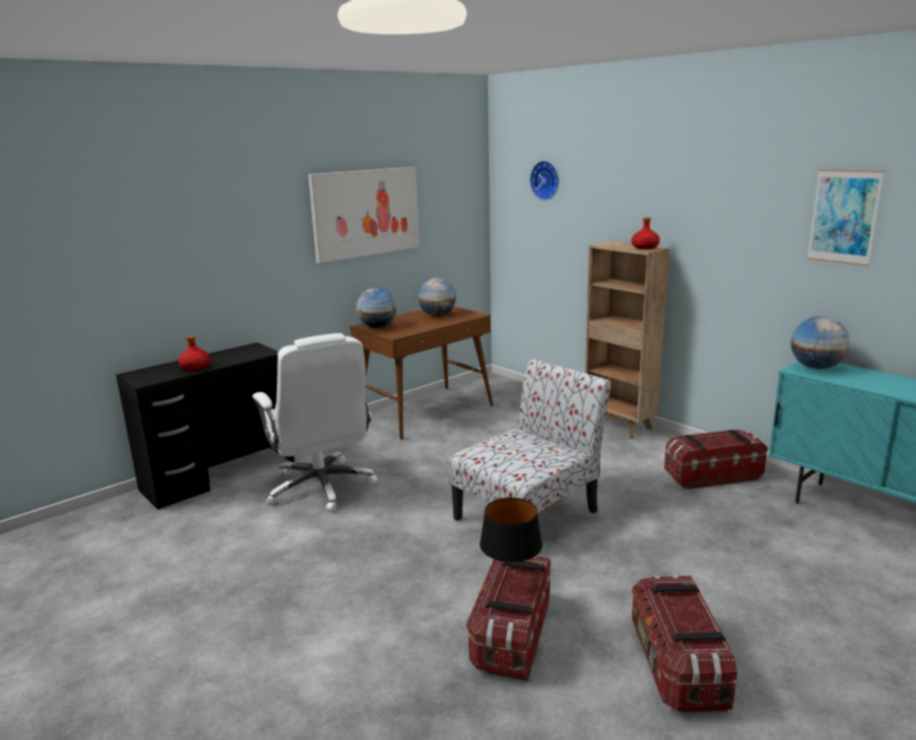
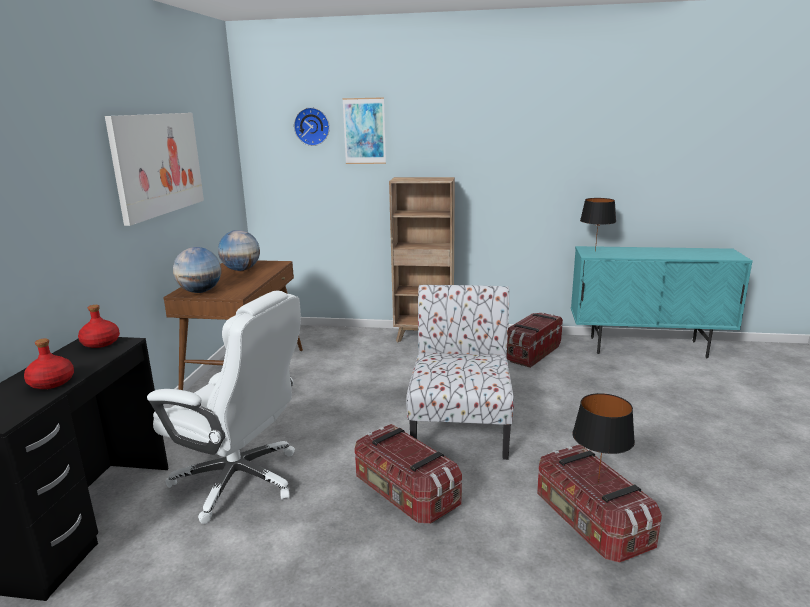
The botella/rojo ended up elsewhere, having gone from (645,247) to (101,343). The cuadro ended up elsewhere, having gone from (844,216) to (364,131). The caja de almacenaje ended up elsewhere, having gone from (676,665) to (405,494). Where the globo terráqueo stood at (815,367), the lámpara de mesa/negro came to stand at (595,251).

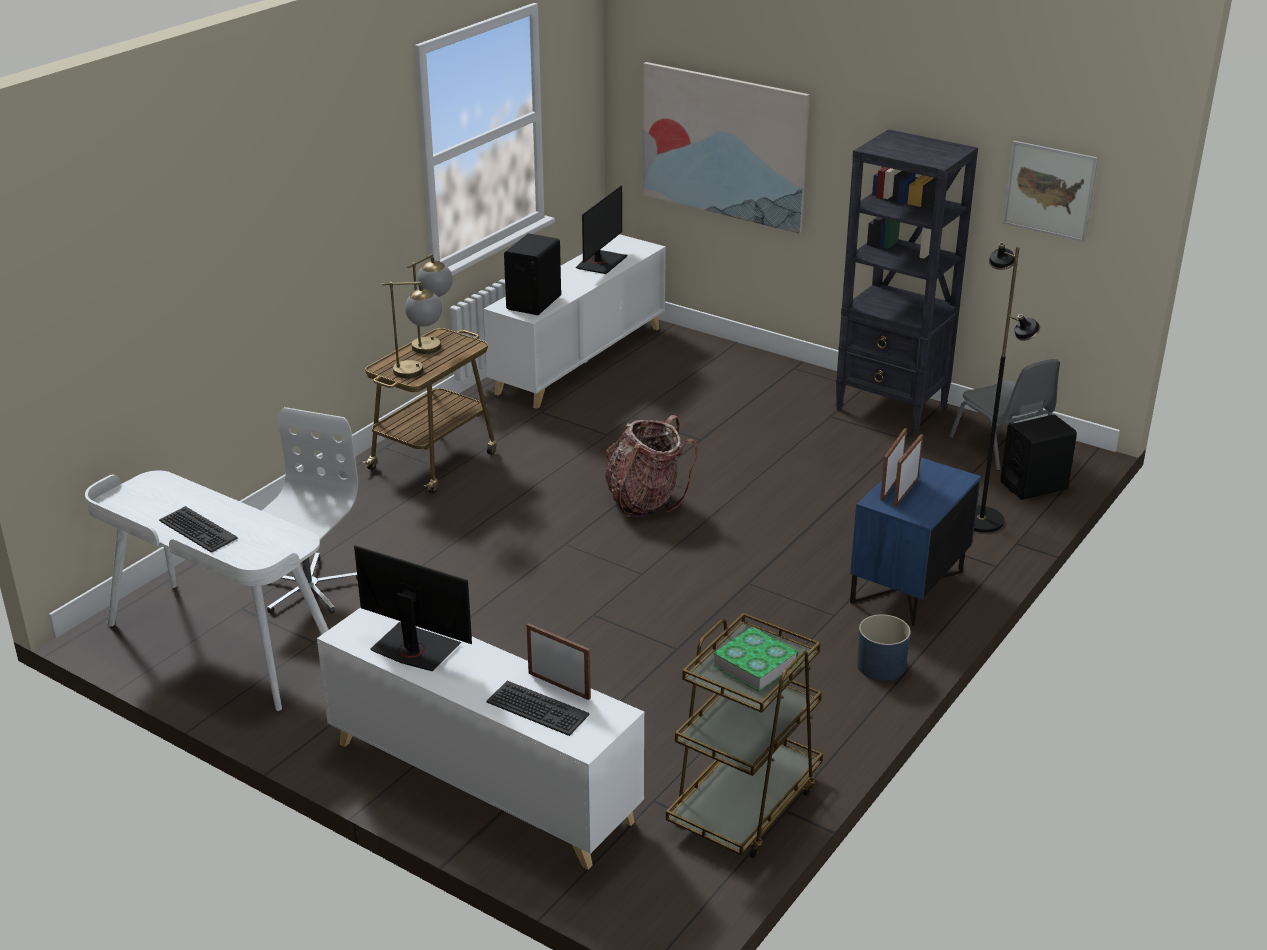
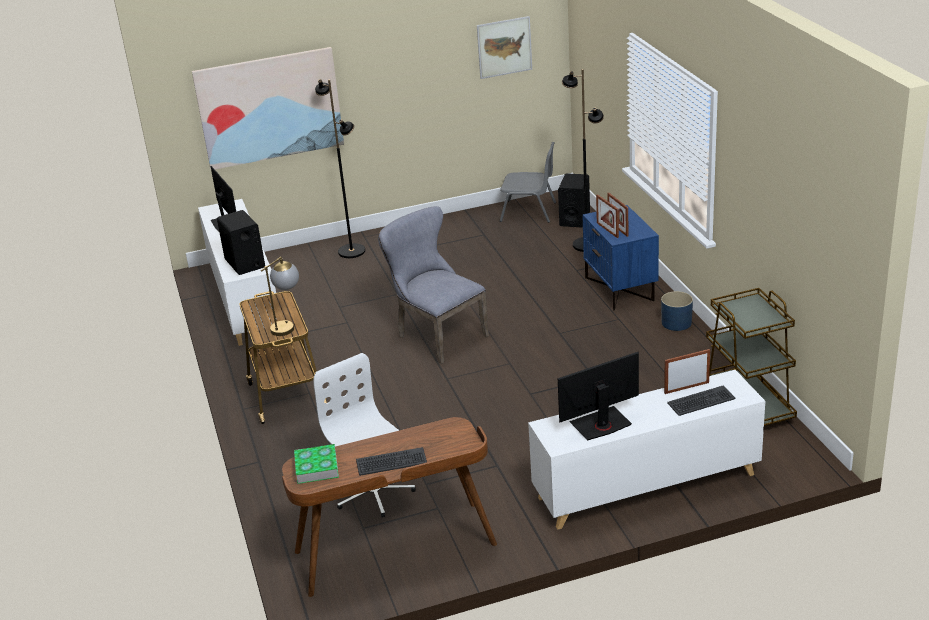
What was the escritorio/blanco at (221,645) turned into the escritorio/marrón at (395,549). The libro ended up elsewhere, having gone from (755,664) to (316,467). The second view gained the lámpara de pie/negro at (352,251). Where the mochila stood at (645,500), the silla/gris came to stand at (436,335). The second view lost the lámpara de mesa at (433,343). The second view lost the estantería/negro at (892,408).

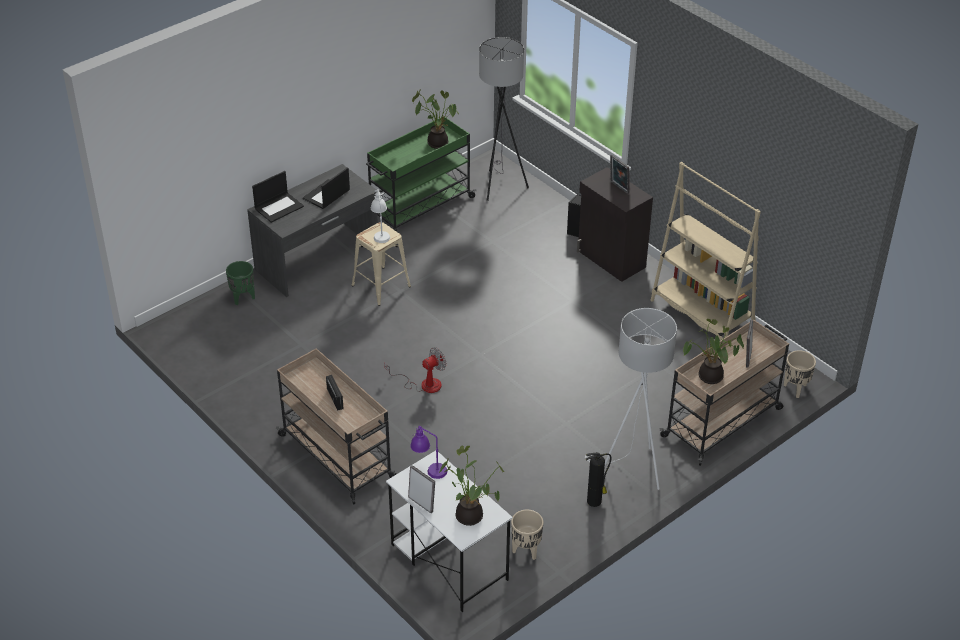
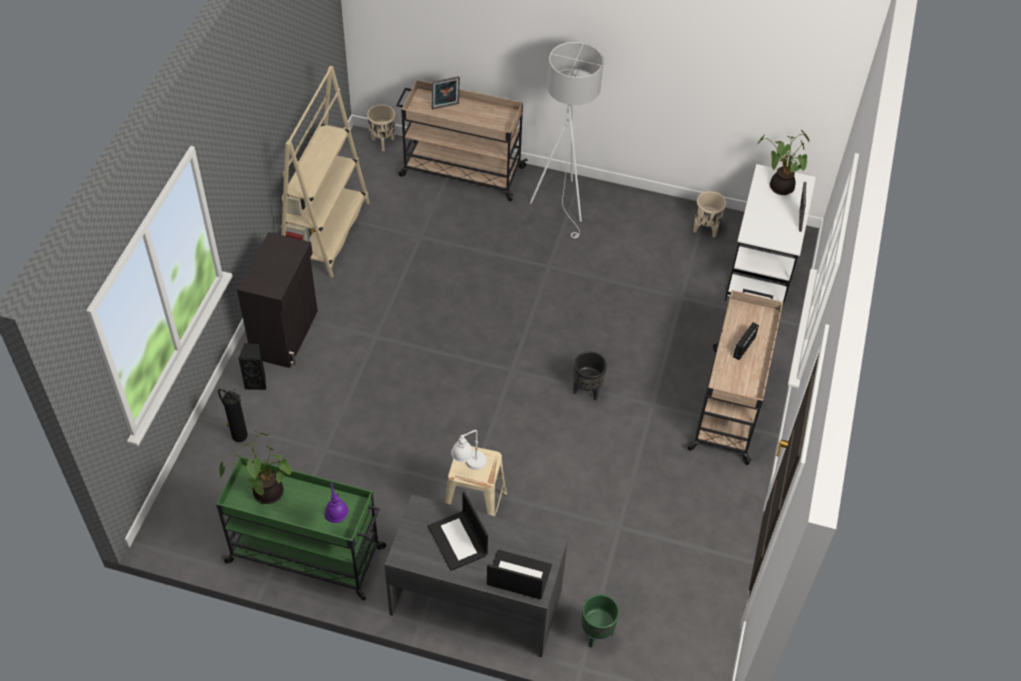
The extintor ended up elsewhere, having gone from (595,501) to (239,435). The lámpara de mesa/morado ended up elsewhere, having gone from (428,469) to (338,521). The portátil at (326,195) ended up facing another way, 60 degrees clockwise from before. Where the ventilador stood at (423,384), the maceta/negro came to stand at (587,391). The second view lost the lámpara de pie/gris at (499,184). The second view lost the portarretratos at (618,188). The second view lost the planta en maceta at (709,378).

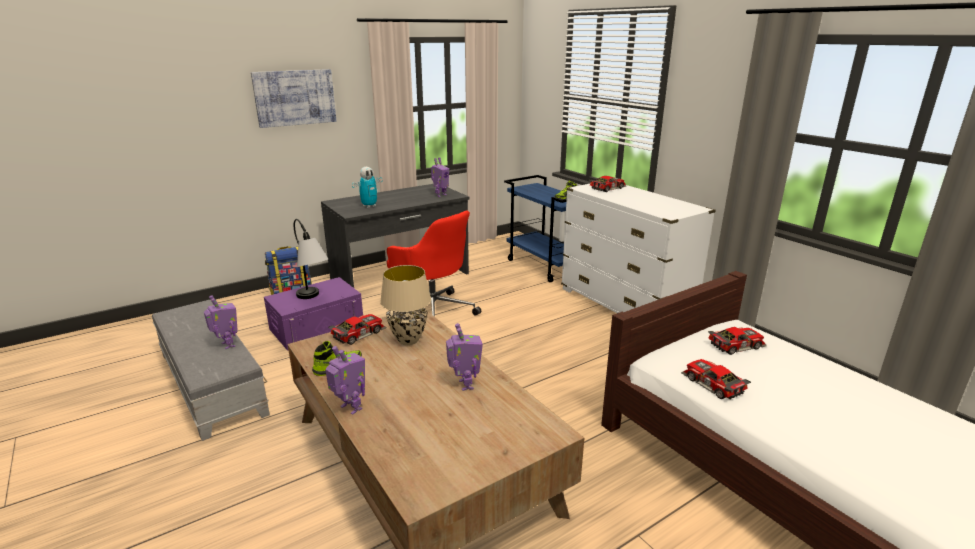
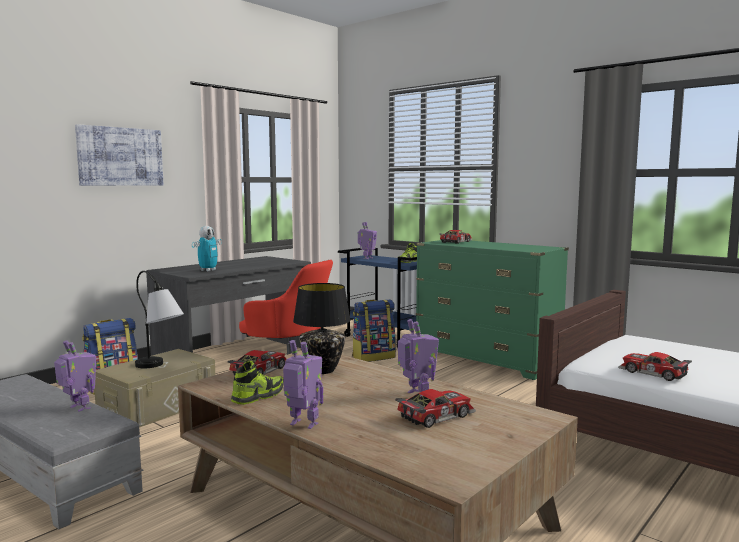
What was the caja de almacenaje/morado at (317,327) turned into the caja de almacenaje/beis at (158,406). What was the lámpara de mesa/beis at (408,340) turned into the lámpara de mesa/negro at (322,370). The second view gained the mochila at (373,357). The robot de juguete ended up elsewhere, having gone from (440,195) to (367,258). The coche de juguete ended up elsewhere, having gone from (734,344) to (434,415). What was the cómoda/blanco at (624,306) turned into the cómoda/verde at (486,360).

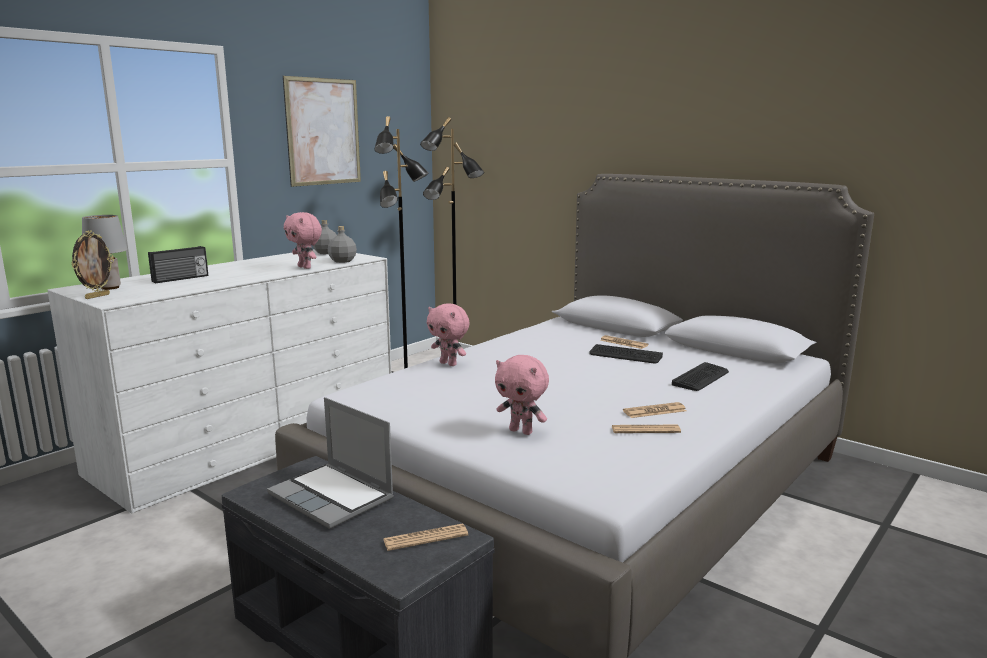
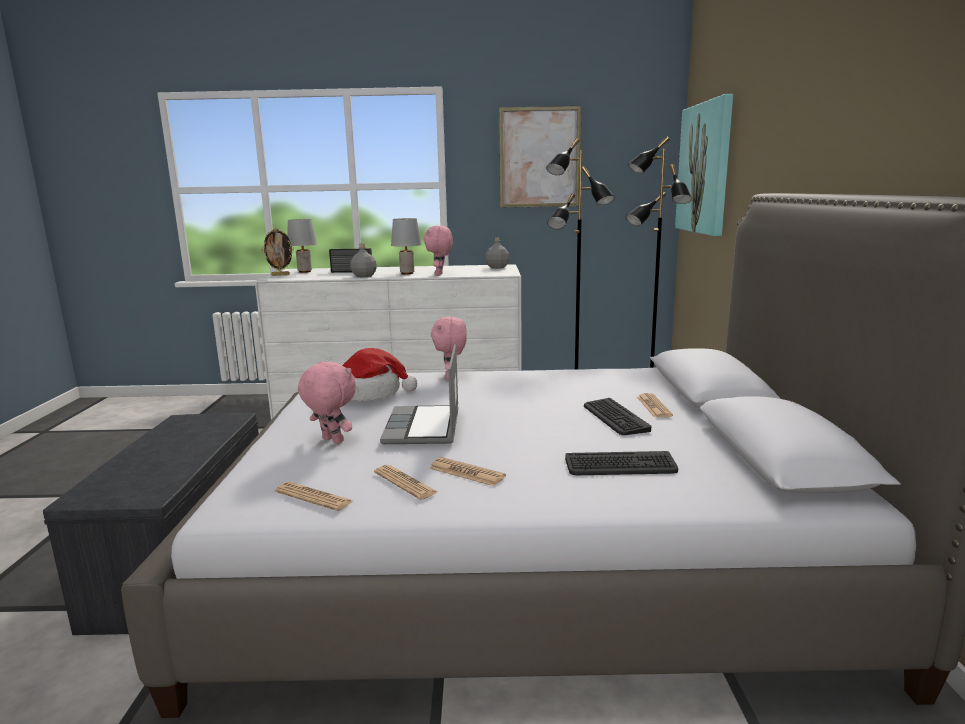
The periódico ended up elsewhere, having gone from (425,538) to (314,497). The peluche/rosa at (521,431) ended up facing another way, 135 degrees clockwise from before. The second view gained the sombrero at (368,393). The botella/gris ended up elsewhere, having gone from (342,261) to (364,276). The portátil ended up elsewhere, having gone from (333,497) to (424,427). The second view gained the lámpara de mesa/gris at (407,273). The second view gained the cuadro at (705,168).

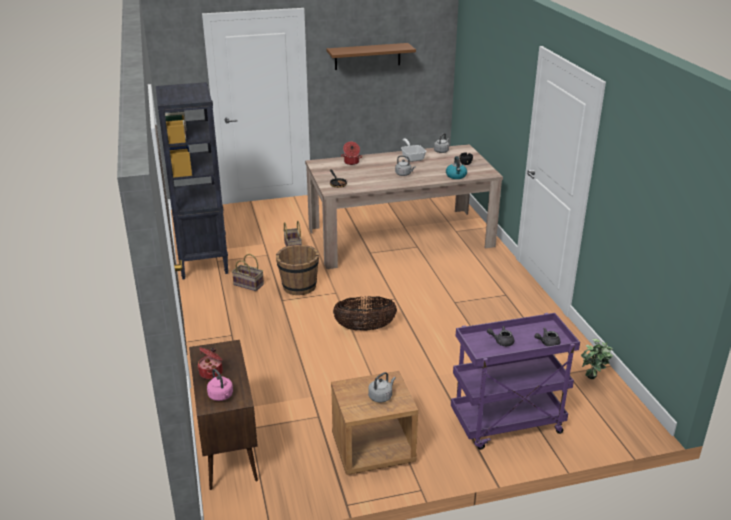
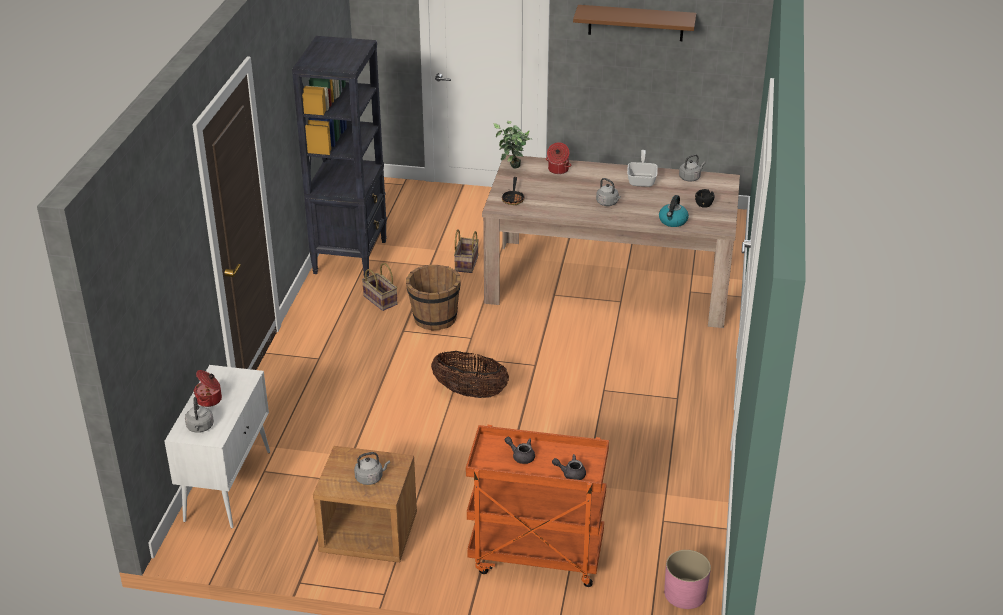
What was the armario/marrón at (228,448) turned into the armario/blanco at (228,485). What was the hervidor/rosa at (221,396) turned into the hervidor/gris at (200,428). What was the carrito/morado at (506,425) turned into the carrito/naranja at (535,557). The planta en maceta ended up elsewhere, having gone from (592,381) to (512,169). The second view gained the maceta/rosa at (685,594).

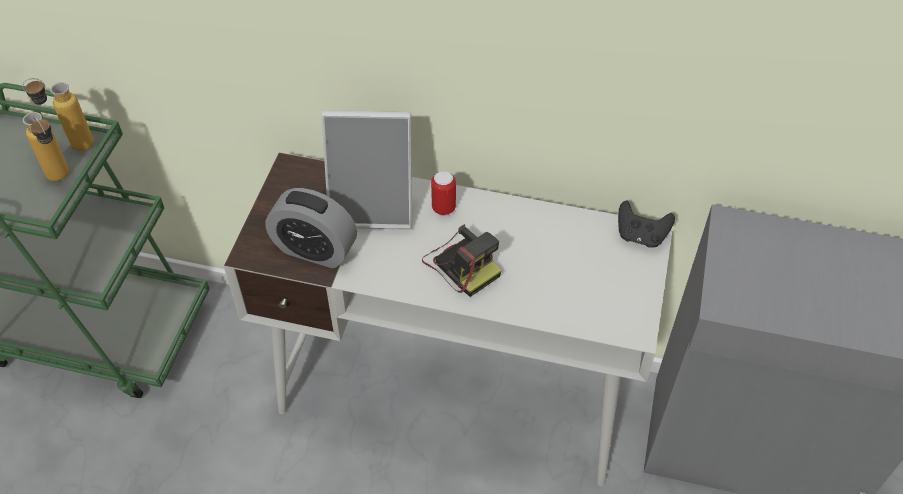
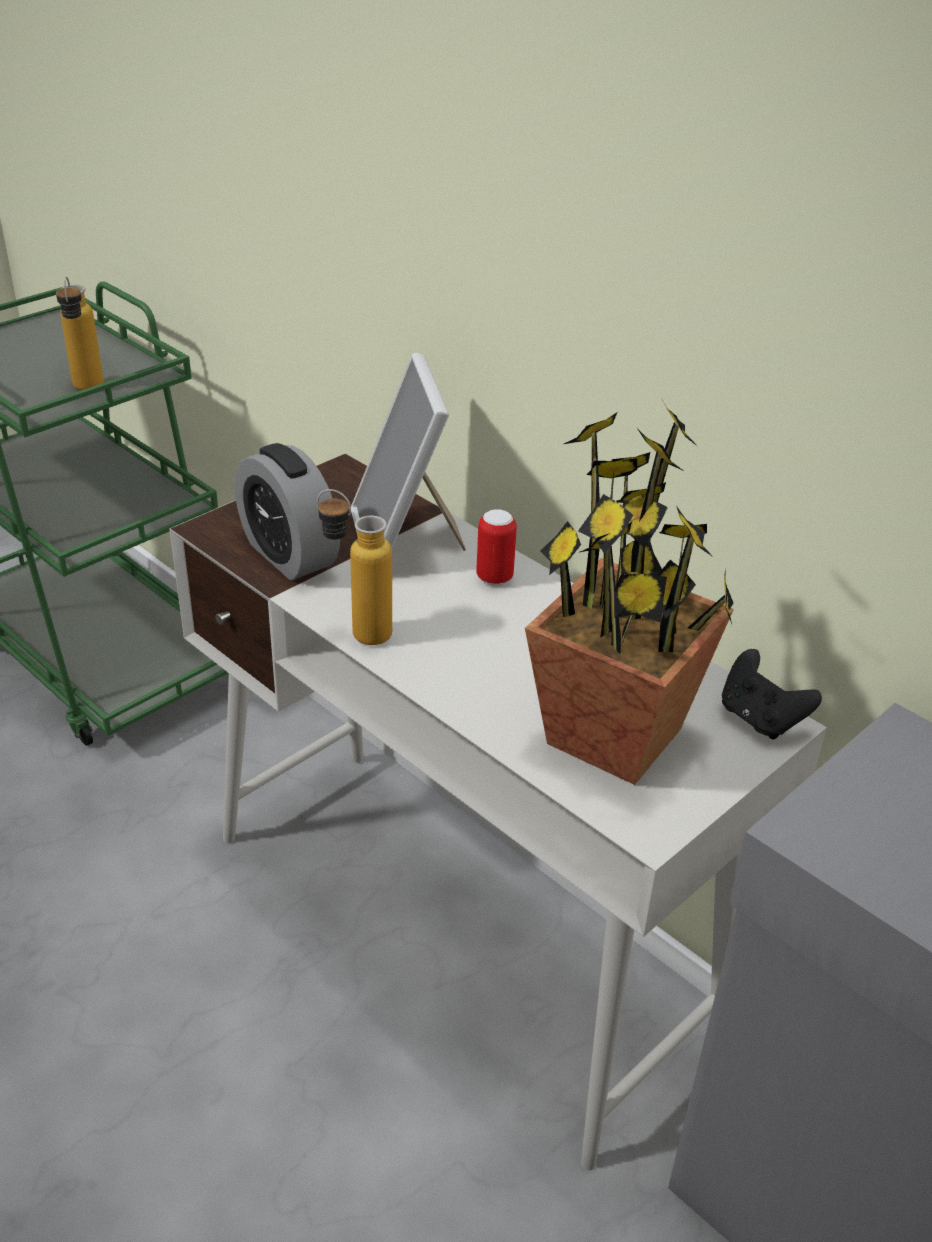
The botella ended up elsewhere, having gone from (73,145) to (356,631). The portarretratos at (373,206) ended up facing another way, 45 degrees clockwise from before. The second view gained the planta en maceta at (616,737). The second view lost the cámara at (462,263).

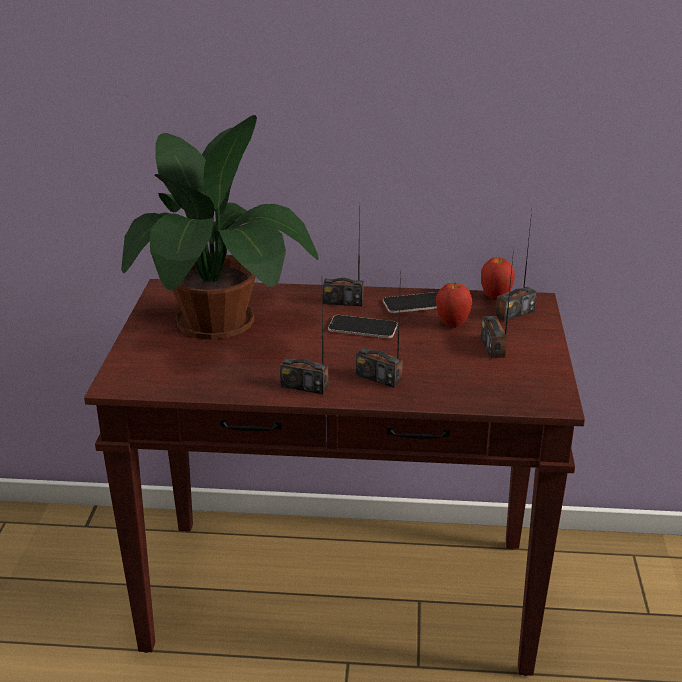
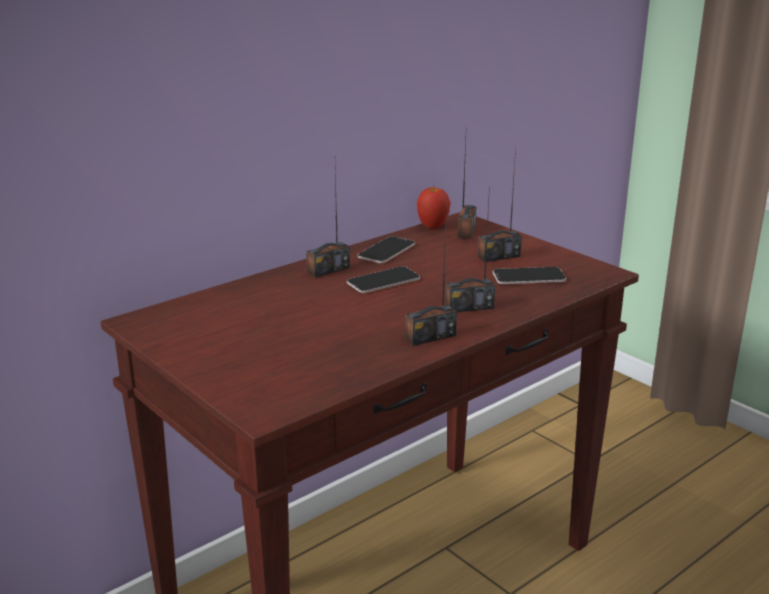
The radio at (493,347) ended up facing another way, 60 degrees counterclockwise from before. The second view gained the móvil at (529,277). The second view lost the planta en maceta at (218,323). The second view lost the manzana at (452,324).

